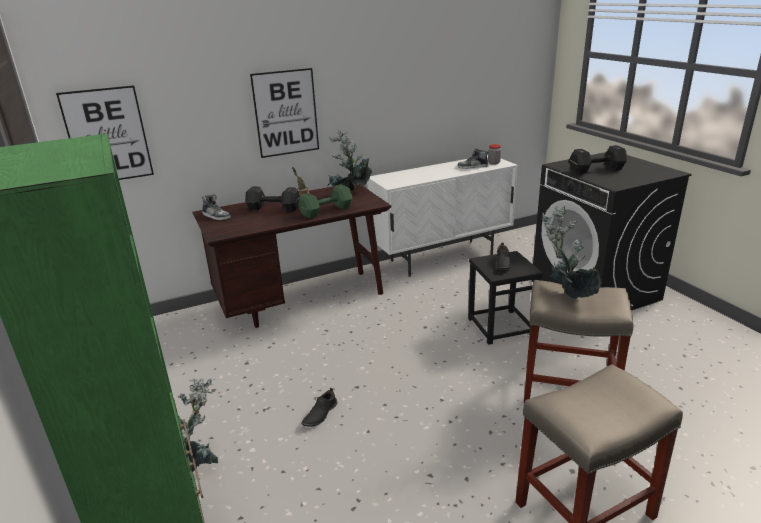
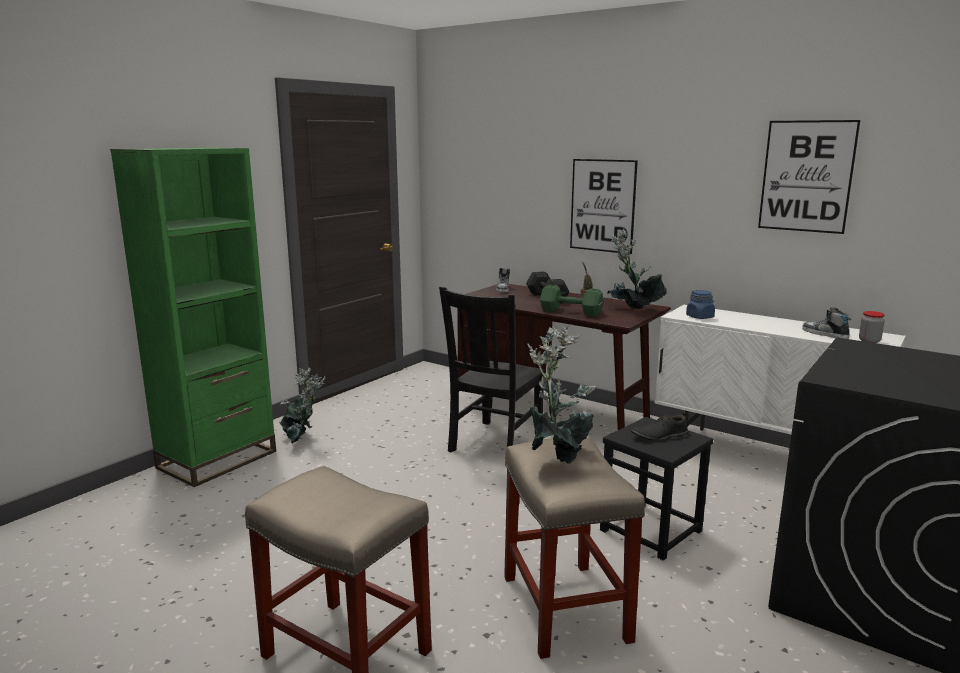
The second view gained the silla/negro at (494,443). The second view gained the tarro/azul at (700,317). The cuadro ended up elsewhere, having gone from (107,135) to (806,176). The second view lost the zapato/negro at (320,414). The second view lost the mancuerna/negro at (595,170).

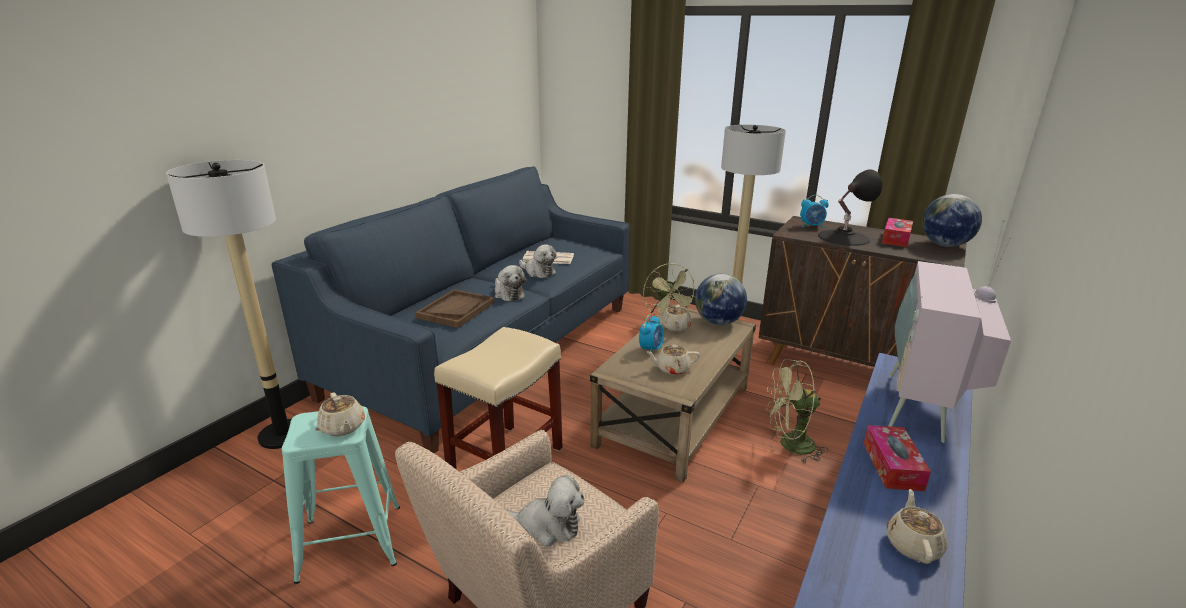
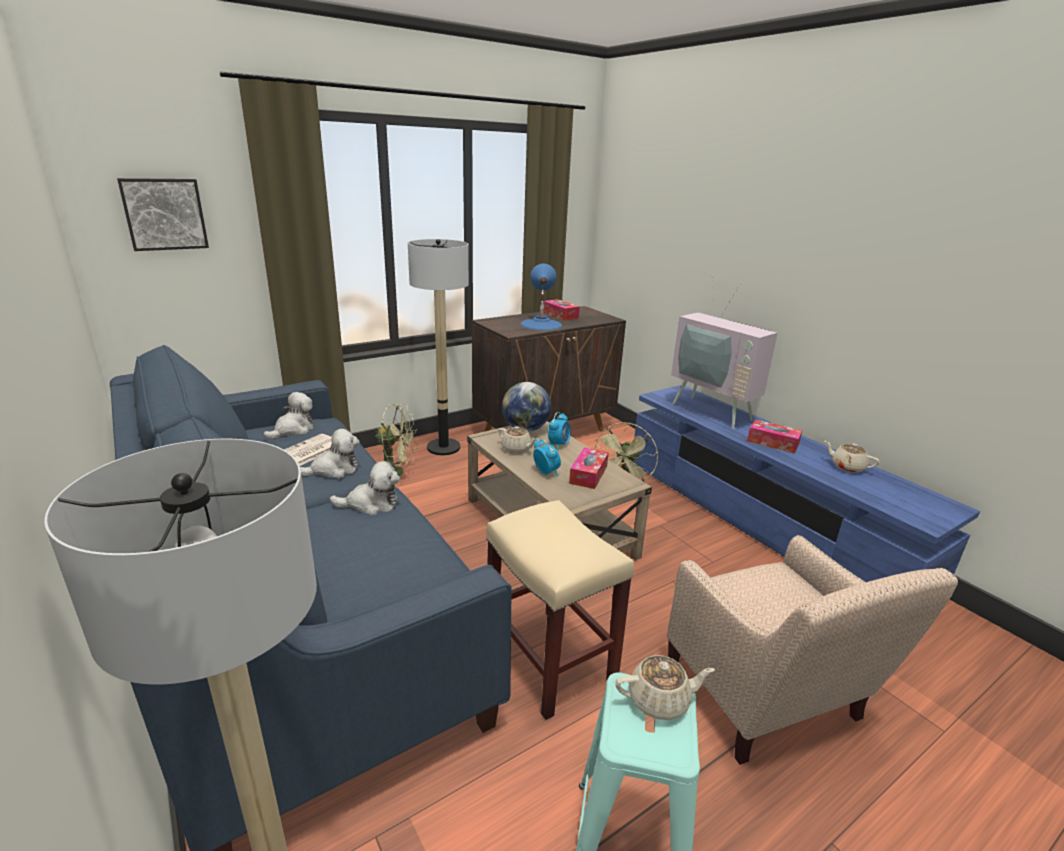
The second view gained the cuadro at (164,214). The peluche ended up elsewhere, having gone from (547,525) to (293,430). What was the lámpara de mesa/negro at (843,237) turned into the lámpara de mesa/azul at (541,324). The despertador ended up elsewhere, having gone from (811,226) to (559,444). Where the tetera/beis stood at (672,369), the caja de pañuelos came to stand at (588,474). The second view lost the bandeja/marrón at (456,310). The second view lost the globo terráqueo at (944,245).

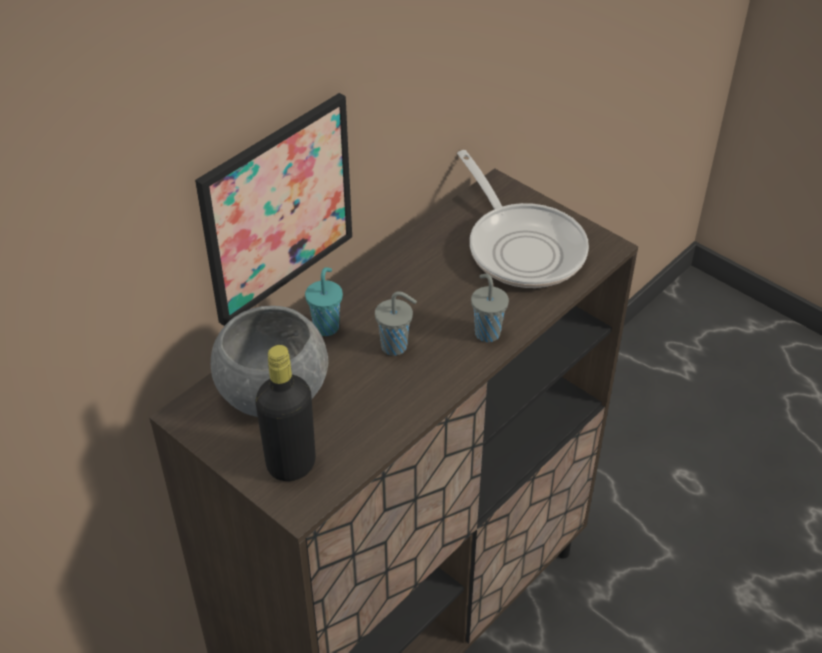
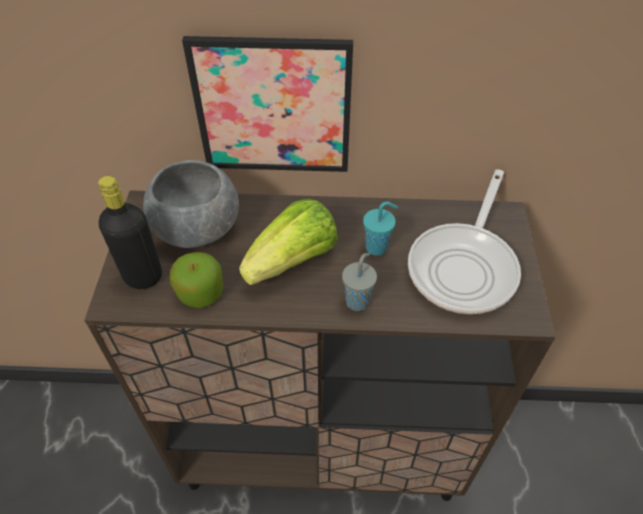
The second view gained the manzana at (200,292). Where the taza/gris stood at (396,346), the lechuga came to stand at (293,261). The taza/turquesa ended up elsewhere, having gone from (327,326) to (377,247).

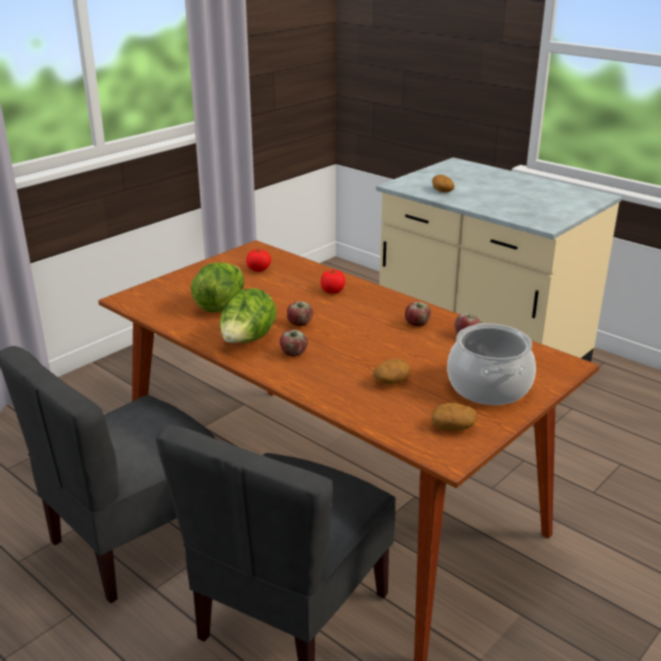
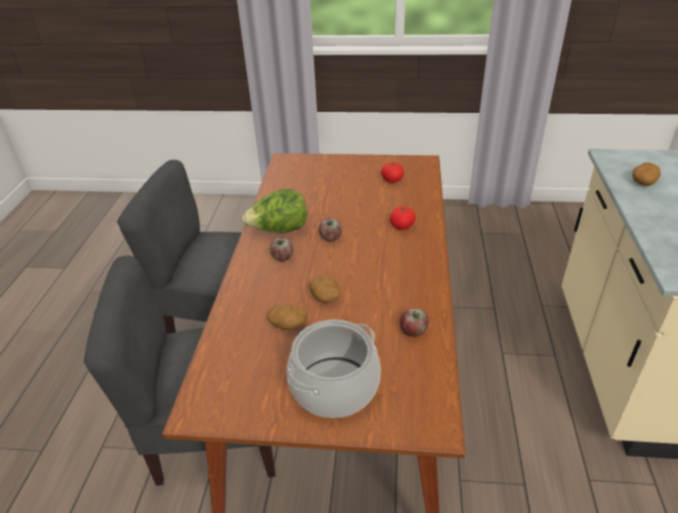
The patata ended up elsewhere, having gone from (453,427) to (325,297). The second view lost the lechuga at (221,305). The second view lost the manzana at (417,324).

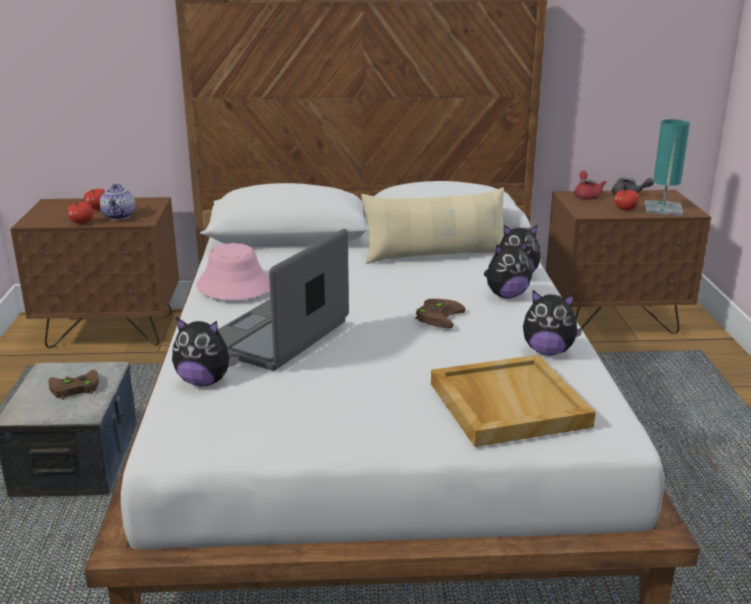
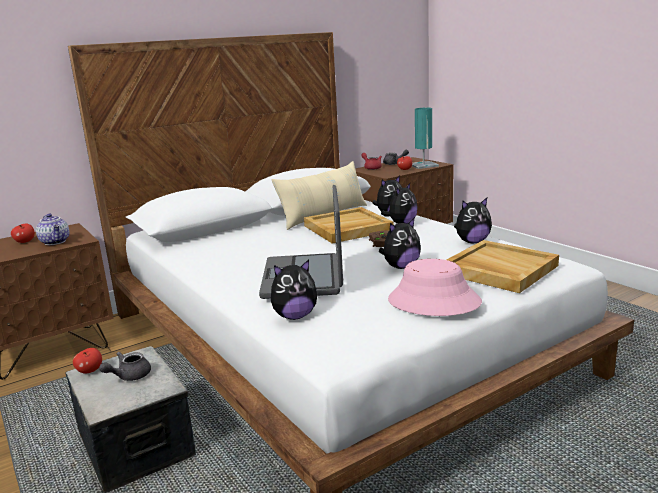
The manzana ended up elsewhere, having gone from (82,222) to (90,371). Where the mando de consola/marrón stood at (73,388), the tetera/gris came to stand at (129,376). The second view gained the bandeja/beis at (347,228). The second view gained the peluche at (401,267). The sombrero/rosa ended up elsewhere, having gone from (234,286) to (433,301).

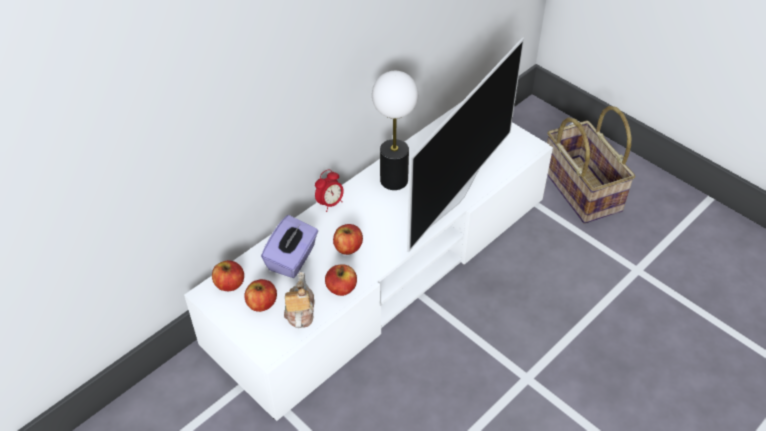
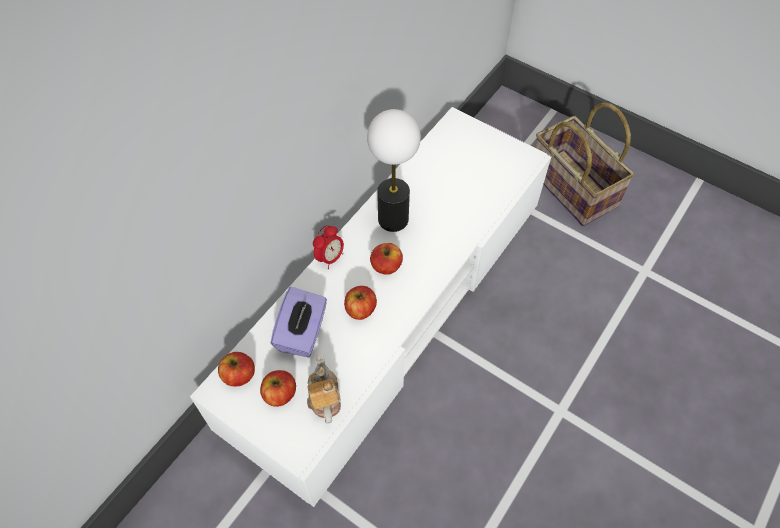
The manzana ended up elsewhere, having gone from (341,288) to (386,266). The second view lost the televisor at (453,196).

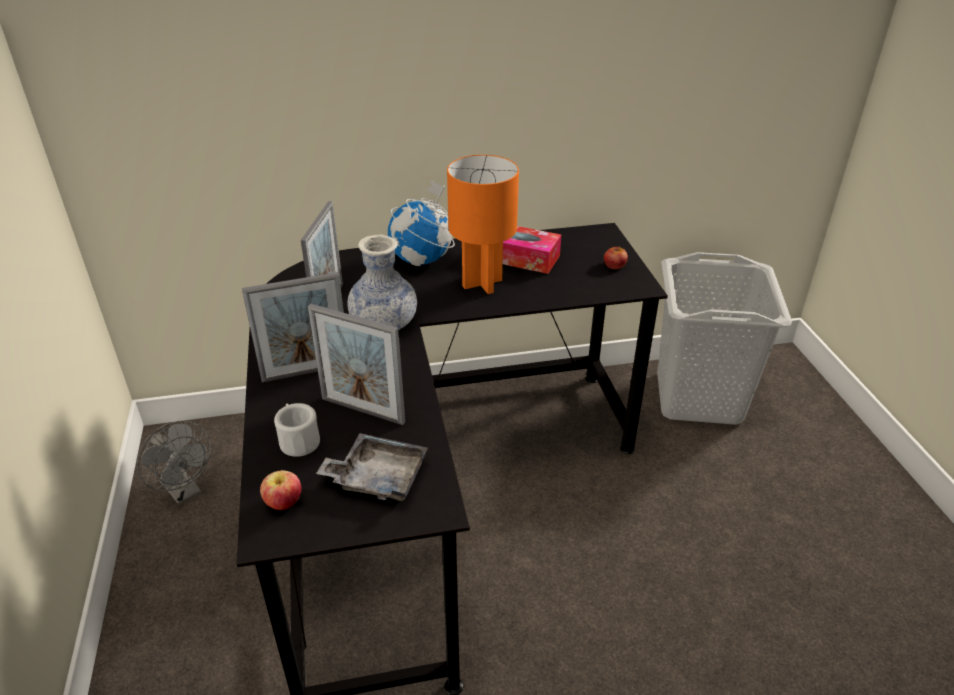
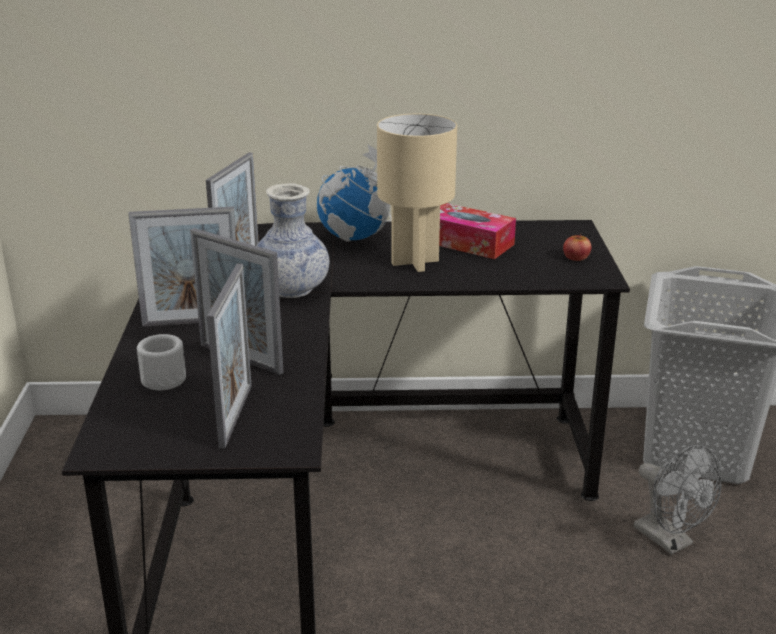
Where the bandeja/gris stood at (378,477), the portarretratos came to stand at (236,415). What was the lámpara de mesa/naranja at (482,284) turned into the lámpara de mesa/beis at (414,262). The ventilador/gris ended up elsewhere, having gone from (184,491) to (670,541). The second view lost the manzana at (284,503).

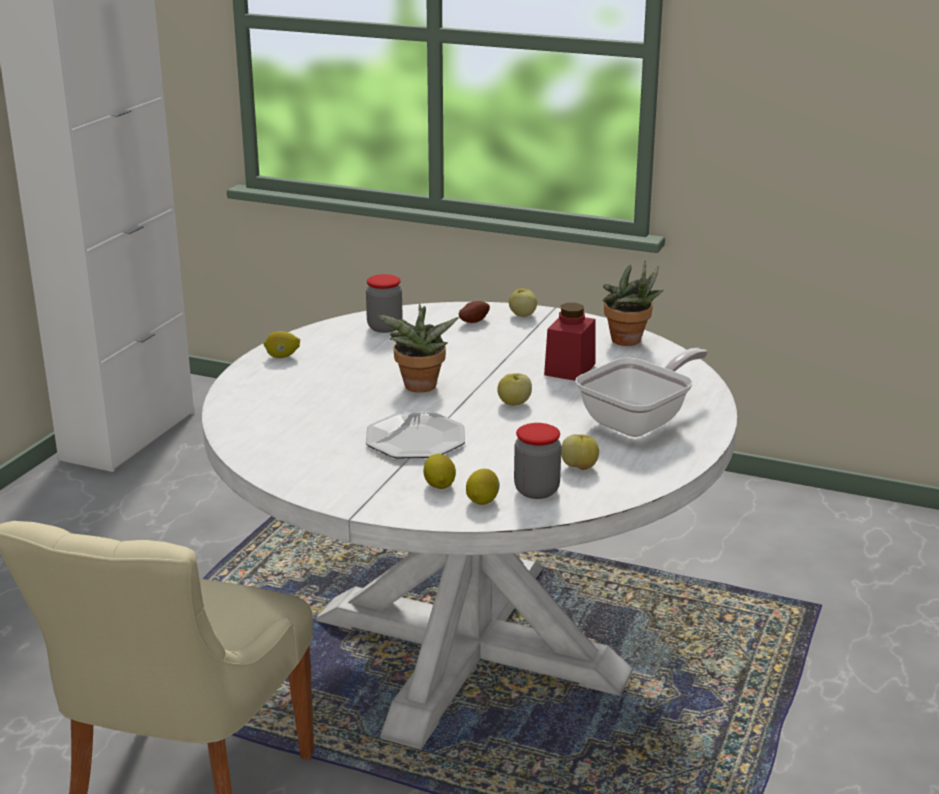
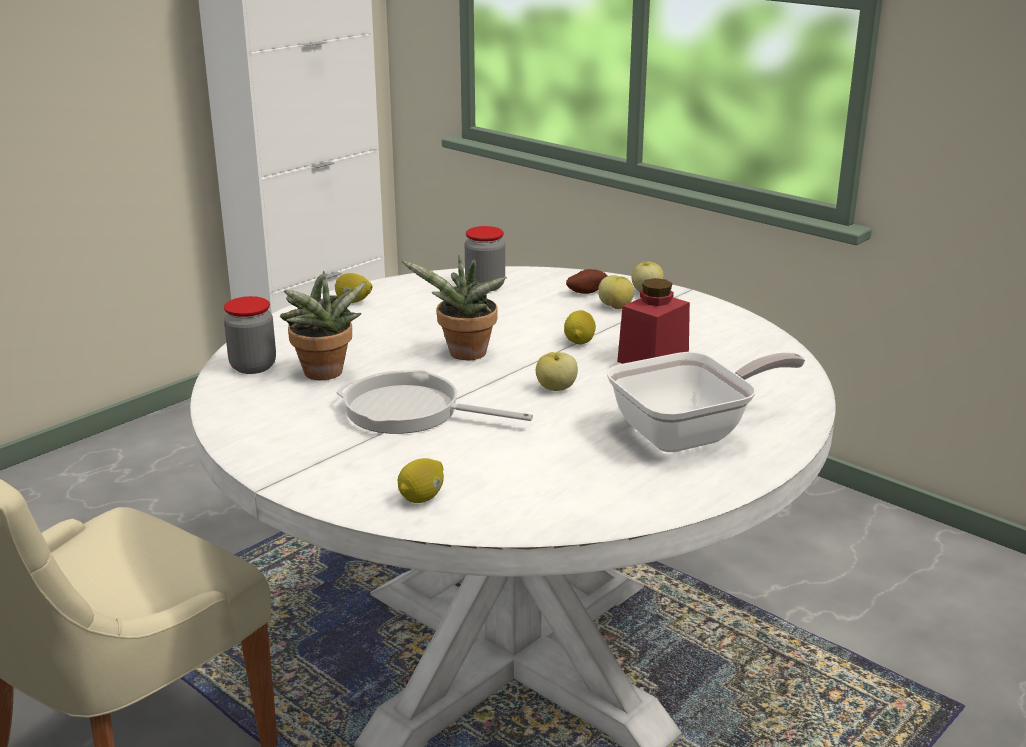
The tarro ended up elsewhere, having gone from (536,490) to (253,366). The planta en maceta ended up elsewhere, having gone from (629,342) to (324,375). Where the plato stood at (415,439), the sartén came to stand at (410,411). The limón ended up elsewhere, having gone from (439,485) to (579,341). The manzana ended up elsewhere, having gone from (579,467) to (616,307).

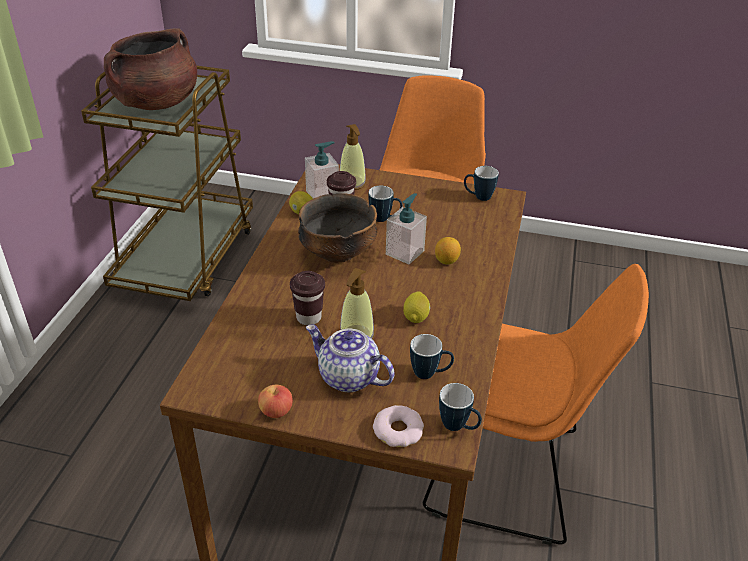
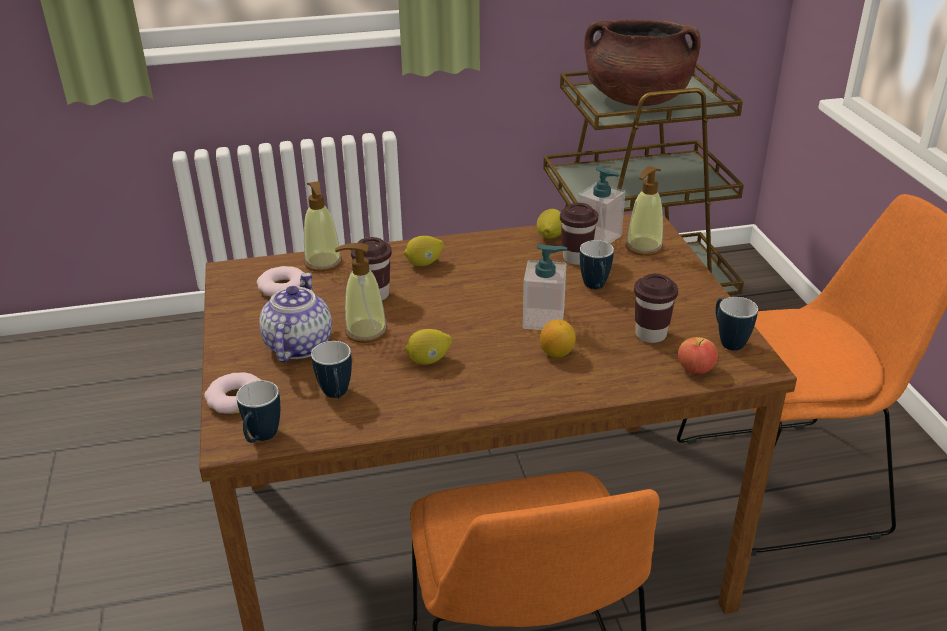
The second view gained the rosquilla at (282,287). The second view gained the dispensador de jabón at (323,263). The second view gained the limón at (424,263). The second view gained the taza/marrón at (650,335). The manzana ended up elsewhere, having gone from (276,411) to (695,369). The second view lost the cuenco at (338,253).

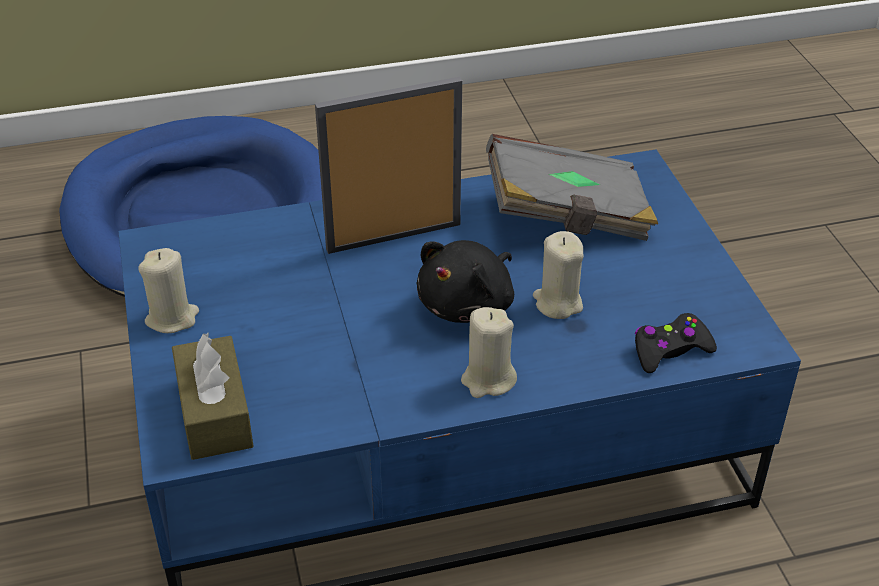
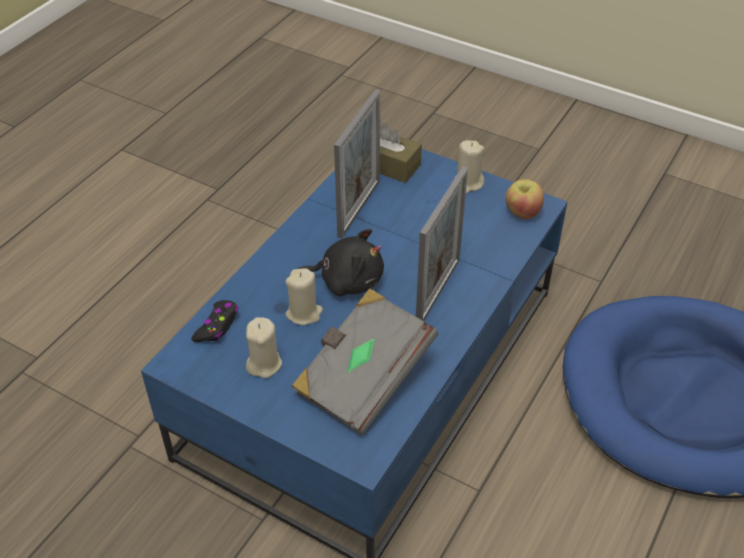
The vela/beis ended up elsewhere, having gone from (488,380) to (264,364). The peluche/negro at (469,305) ended up facing another way, 105 degrees clockwise from before. The second view gained the portarretratos at (359,208). The second view gained the manzana at (522,212).

